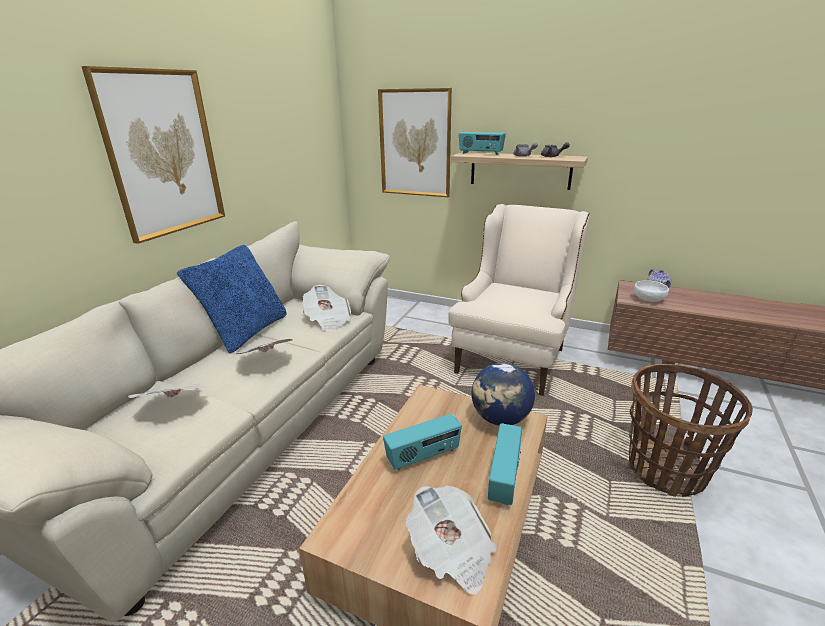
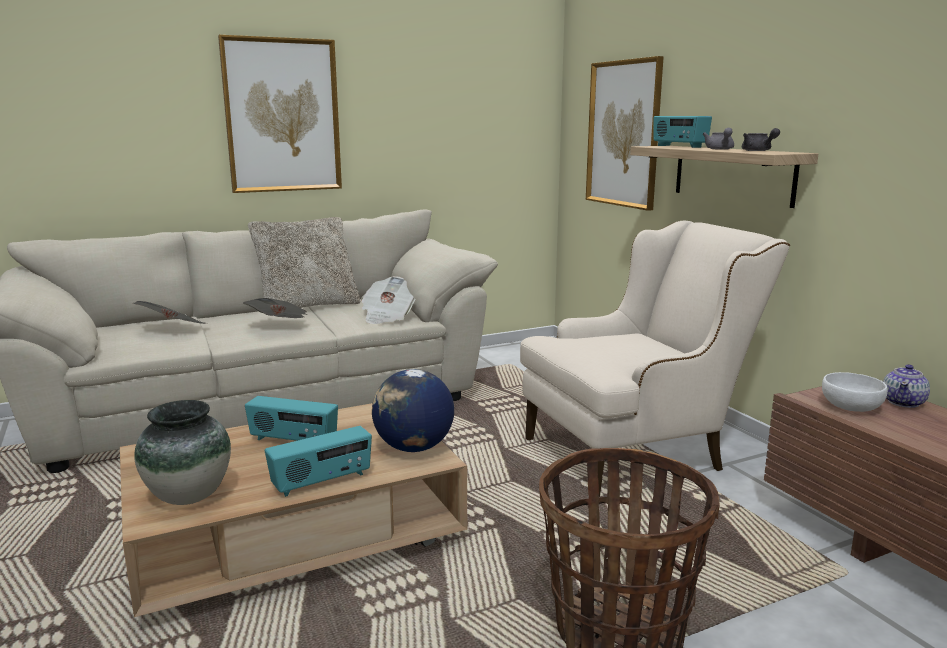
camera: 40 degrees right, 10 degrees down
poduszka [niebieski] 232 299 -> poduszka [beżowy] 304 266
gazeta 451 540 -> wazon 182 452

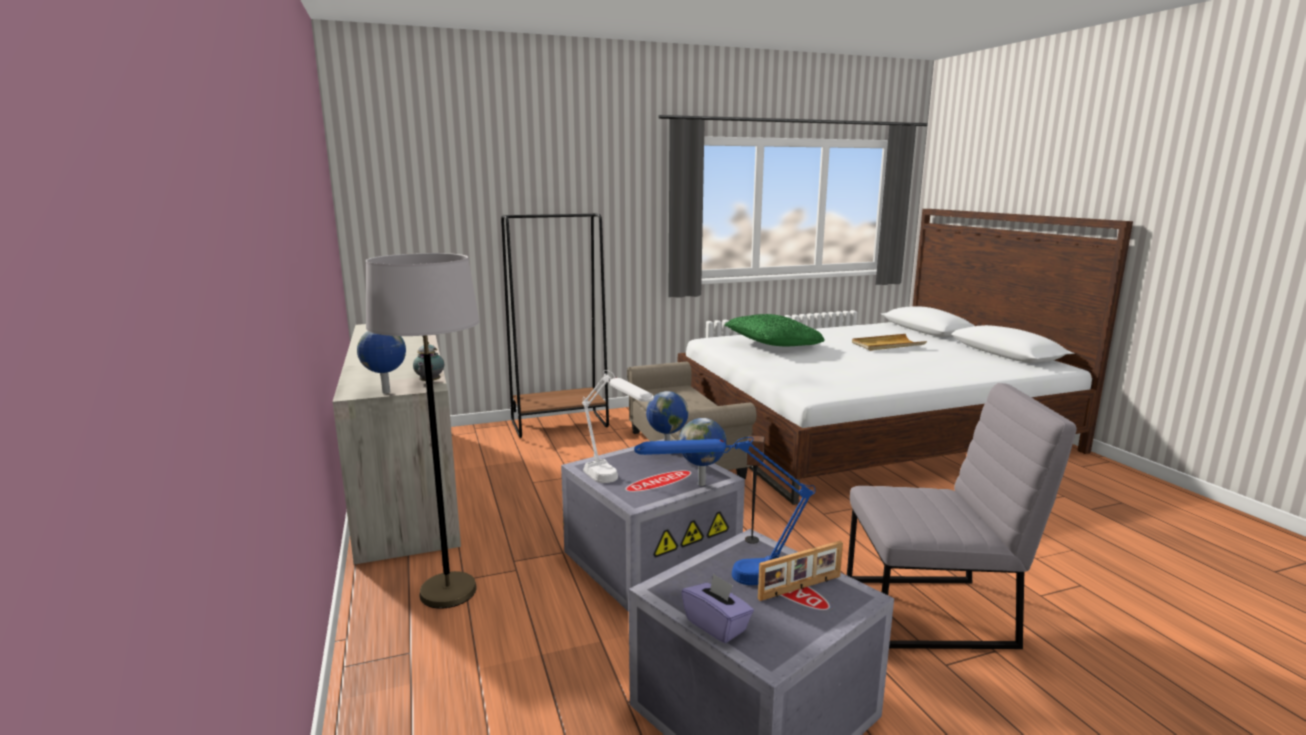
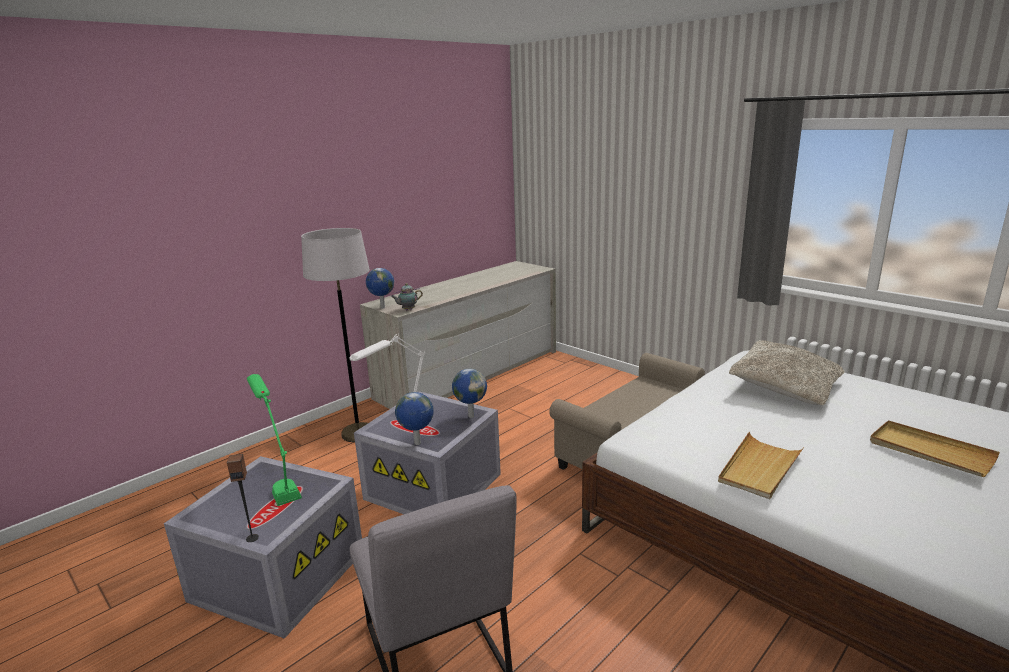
camera: 65 degrees right, 5 degrees up
wieszak 555 325 -> none
lampa stołowa [niebieski] 724 511 -> lampa stołowa [zielony] 274 440
pudełko chusteczek [fioletowy] 717 608 -> none
poduszka [zielony] 774 330 -> poduszka [beżowy] 787 372
głośnik 755 489 -> głośnik 243 498, move
ramka na zdjęcie 800 571 -> none
none -> taca [beżowy] 761 465

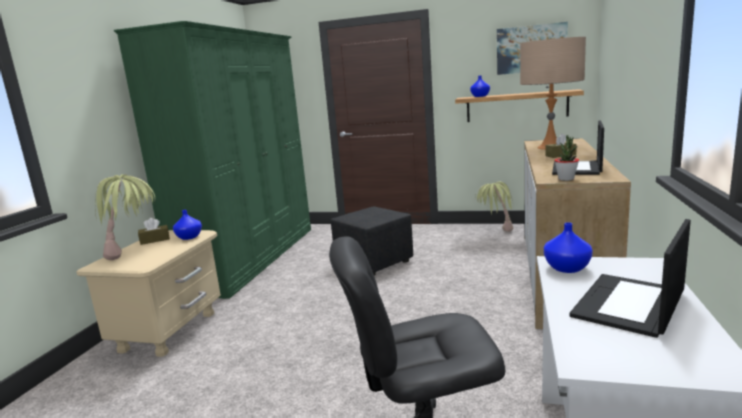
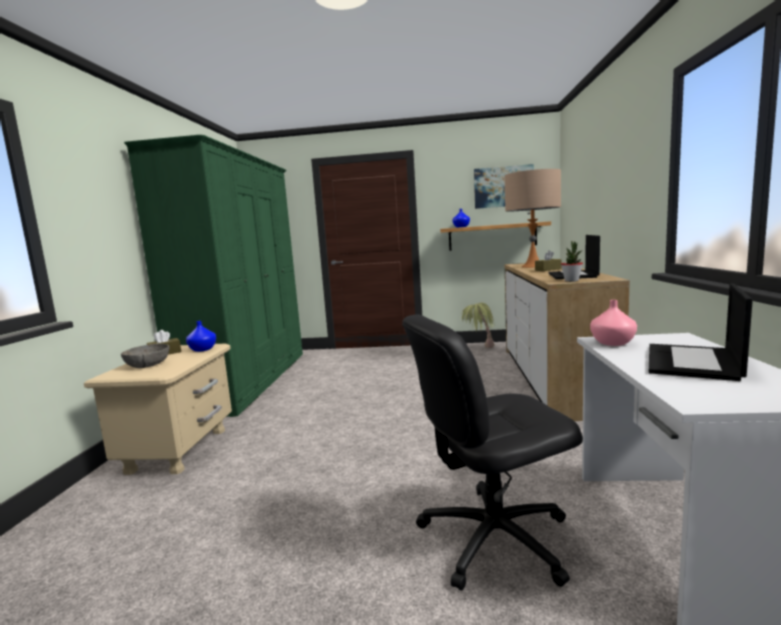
camera: 10 degrees left, 5 degrees down
roślina doniczkowa 125 217 -> miska [szary] 145 356
pufa [czarny] 371 241 -> none
wazon [niebieski] 568 247 -> wazon [różowy] 613 323

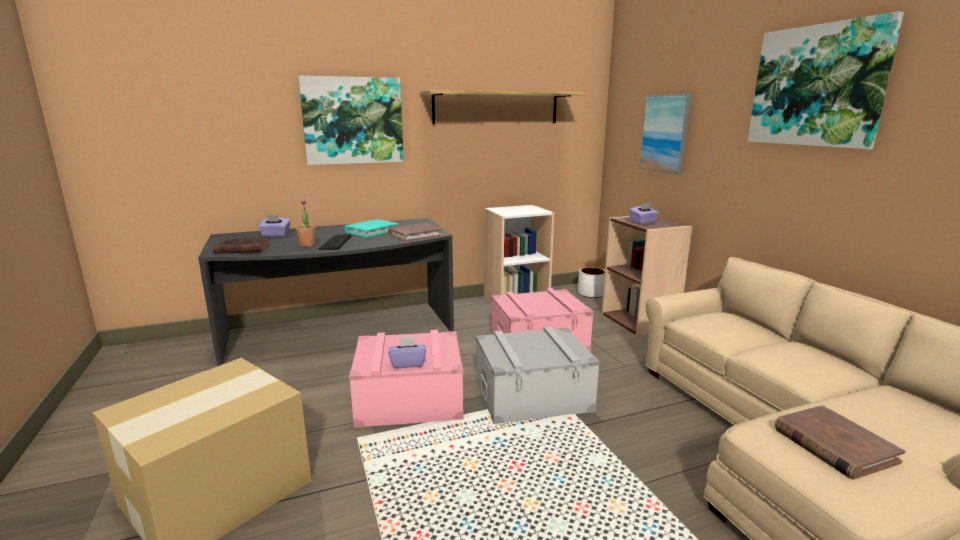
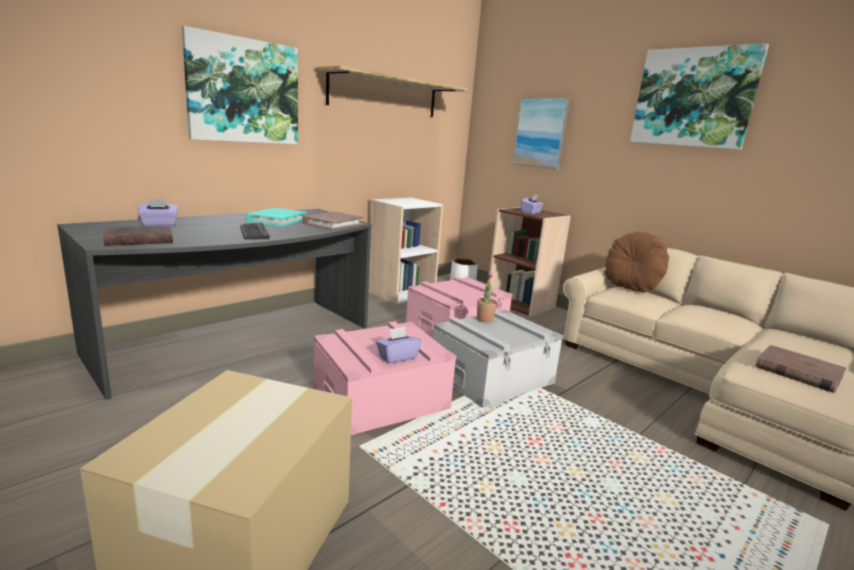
camera: 25 degrees left, 0 degrees up
roślina doniczkowa 306 223 -> roślina doniczkowa 487 297, move
none -> poduszka [brązowy] 636 262

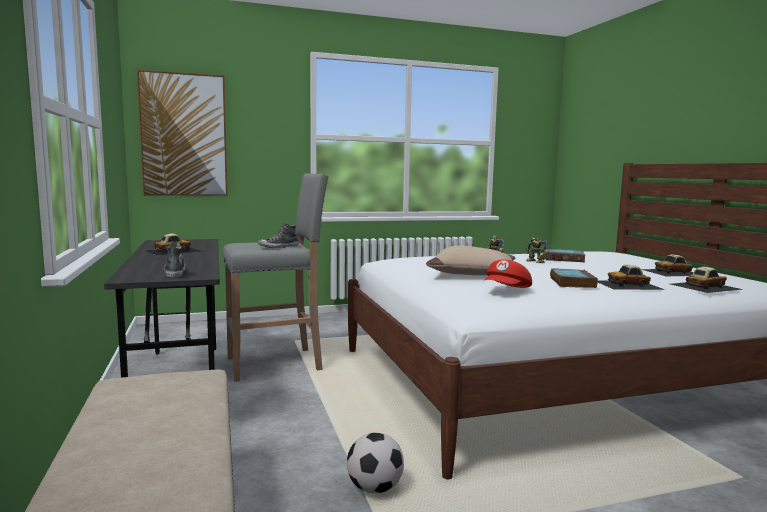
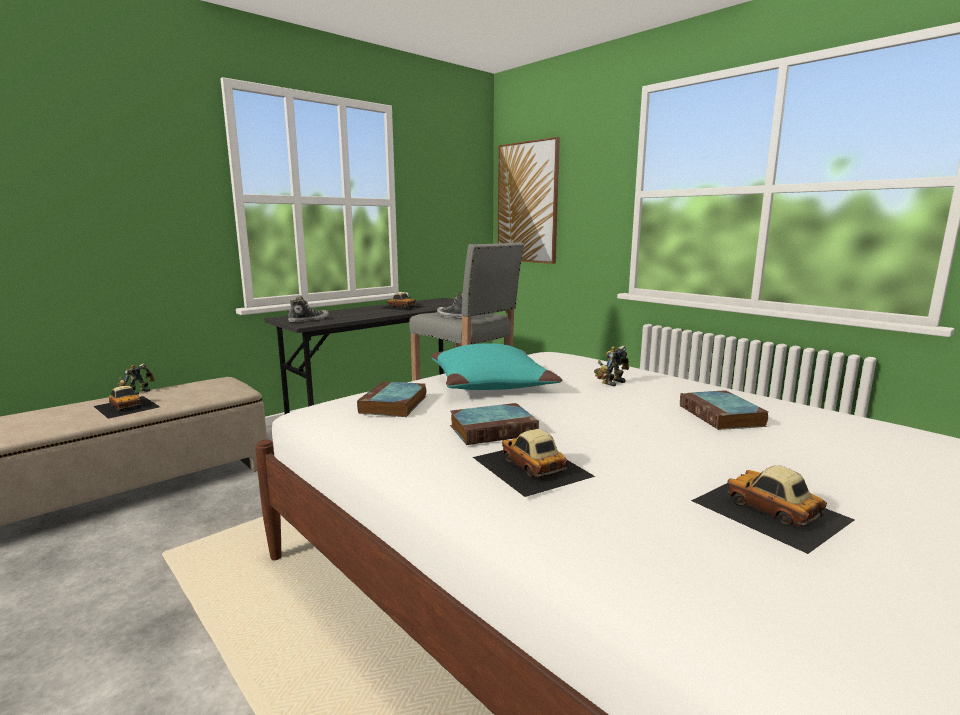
camera: 65 degrees right, 5 degrees up
piłka futbolowa 375 463 -> none
poduszka [beżowy] 471 260 -> poduszka [turkusowy] 496 366
czapka z daszkiem [czerwony] 508 274 -> książka 392 399
robot zabawkowy 537 250 -> robot zabawkowy 136 379, move
samochodzik 706 280 -> samochodzik 126 402, move

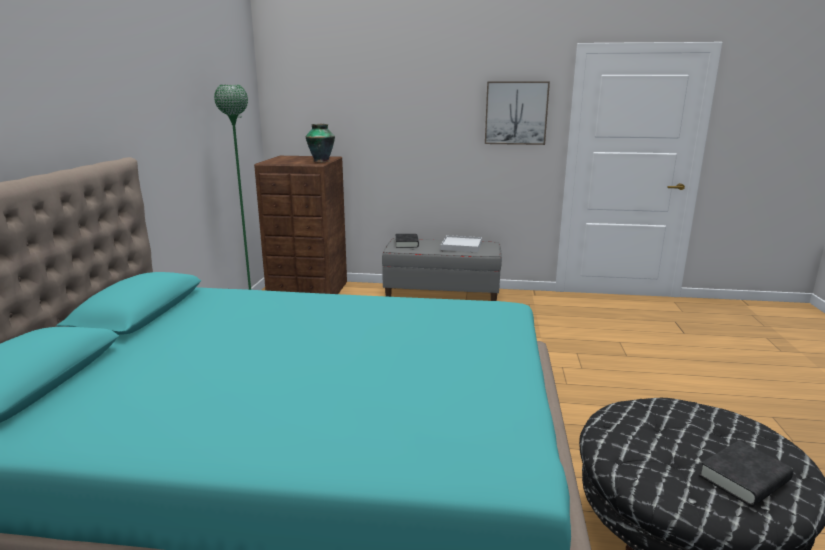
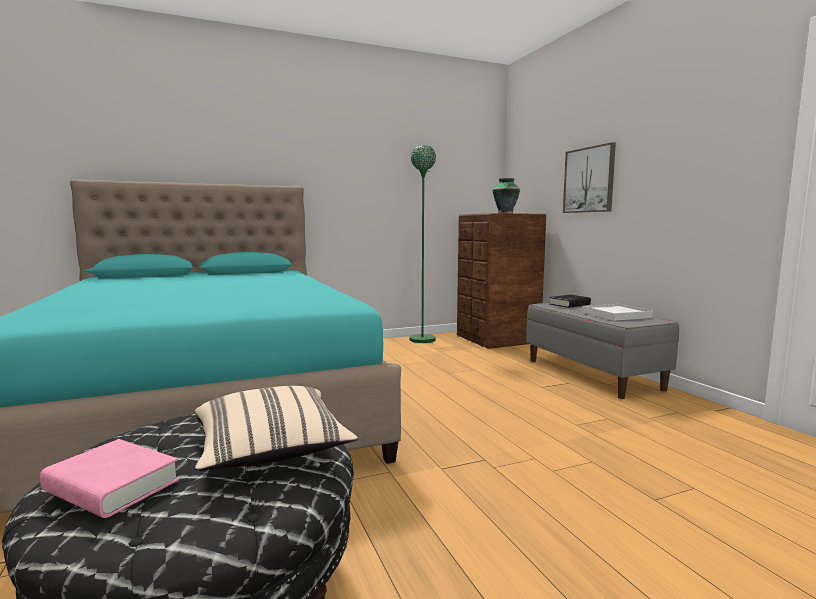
camera: 60 degrees right, 10 degrees down
obraz 517 113 -> obraz 589 177, move
książka [czarny] 746 473 -> książka [różowy] 109 478
none -> poduszka [beżowy] 276 428

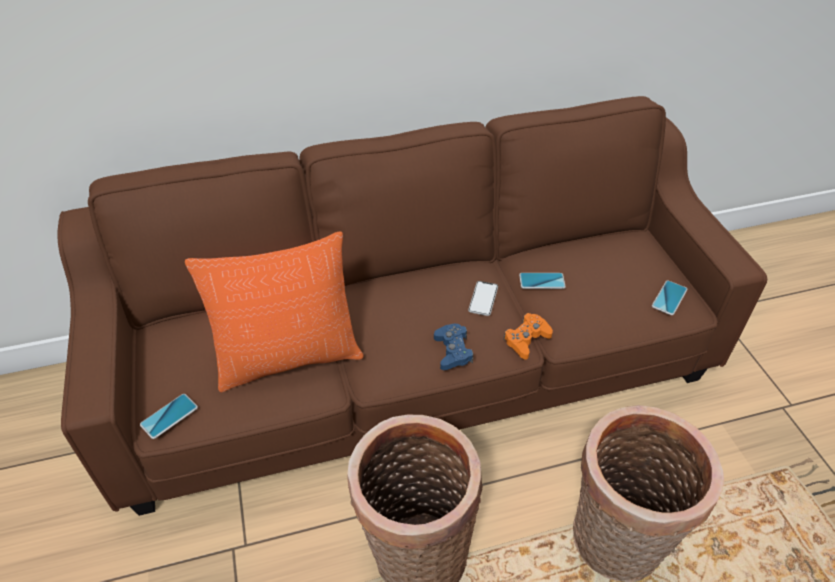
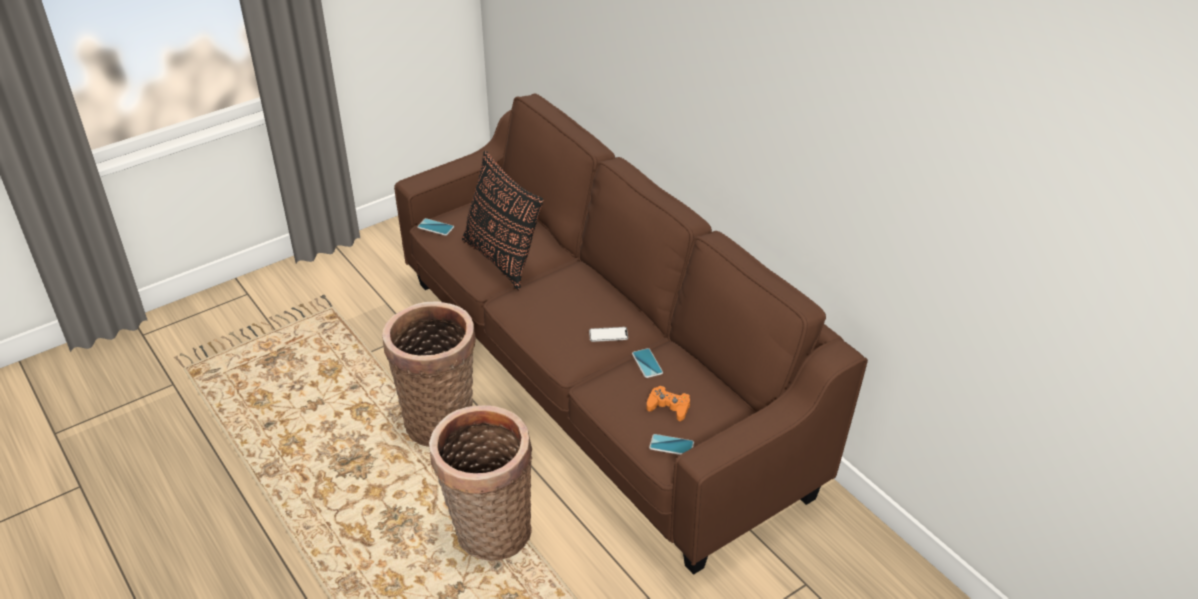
camera: 70 degrees right, 5 degrees down
poduszka [pomarańczowy] 274 312 -> poduszka [czarny] 502 220
pad do gier [niebieski] 453 347 -> none
pad do gier [pomarańczowy] 528 336 -> pad do gier [pomarańczowy] 668 403, move

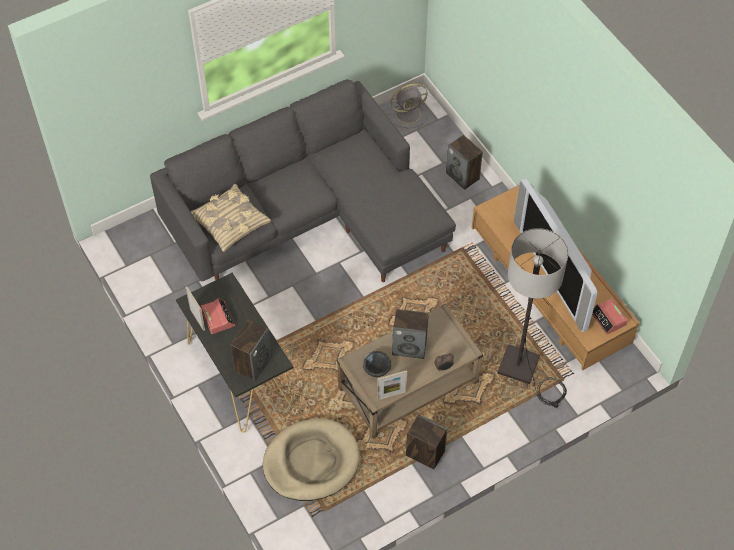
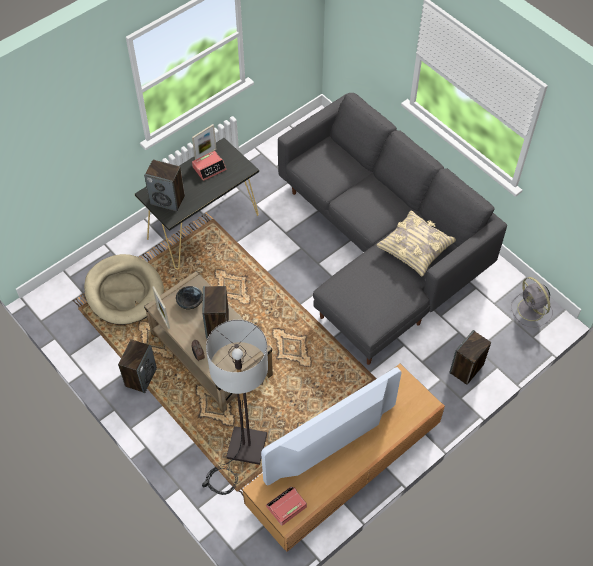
camera: 80 degrees right, 0 degrees up
poduszka [beżowy] 231 218 -> poduszka [beżowy] 416 243, move

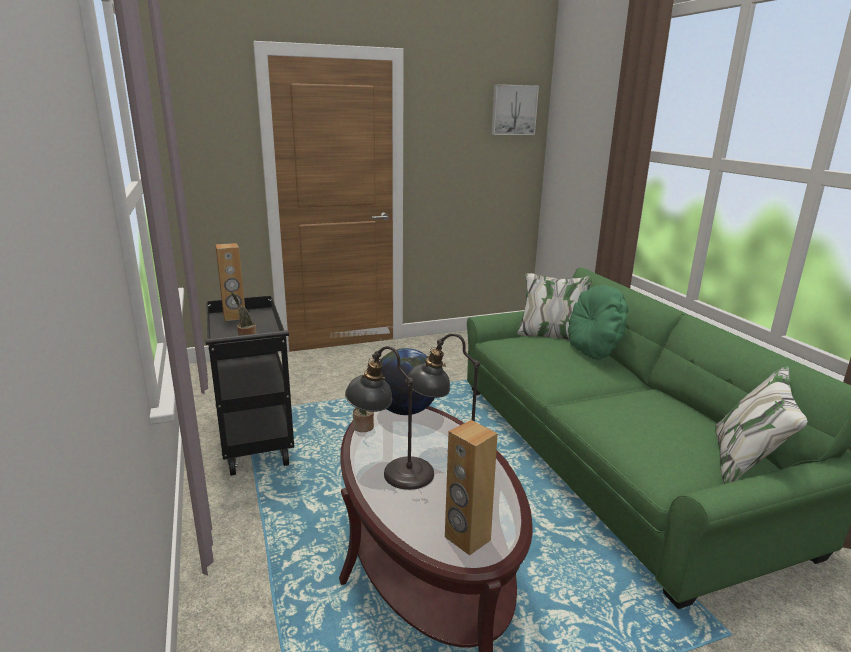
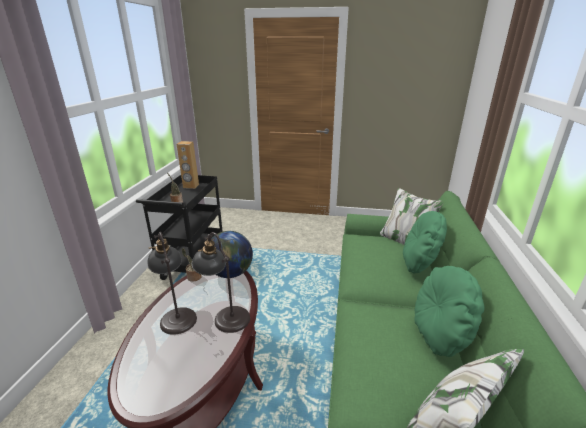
camera: 30 degrees right, 5 degrees up
głośnik [brązowy] 471 488 -> none
obraz 515 109 -> none
none -> poduszka [zielony] 449 311

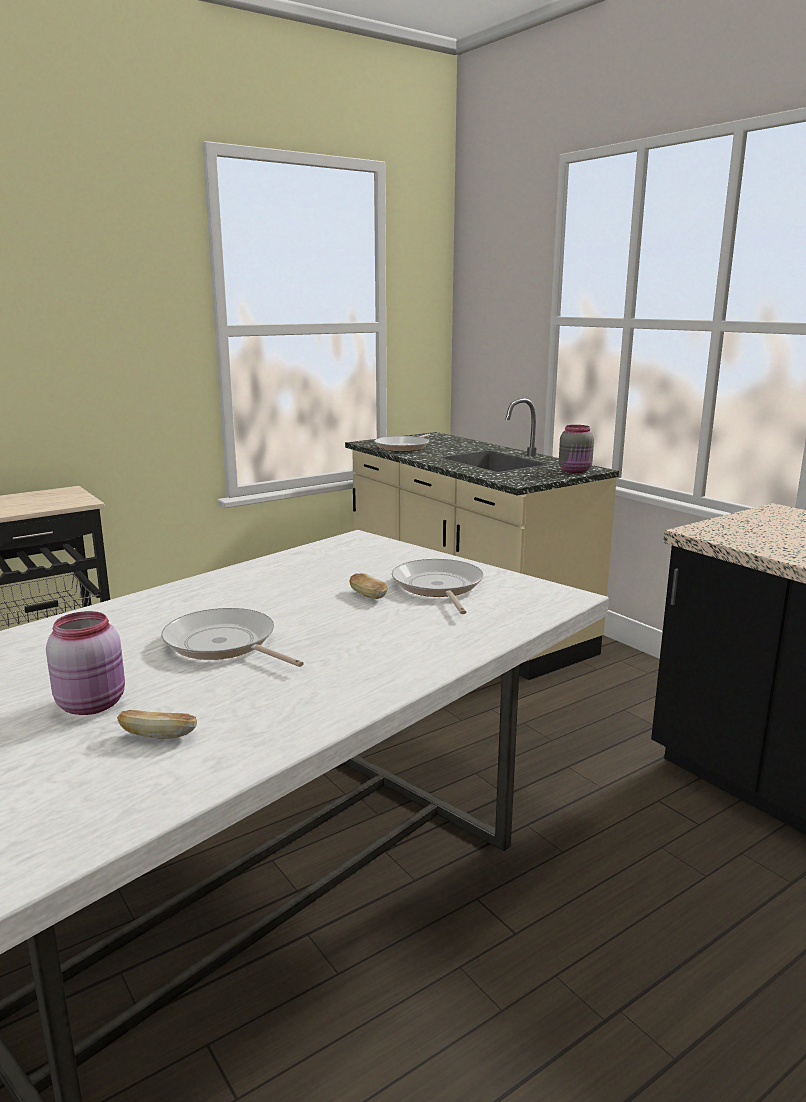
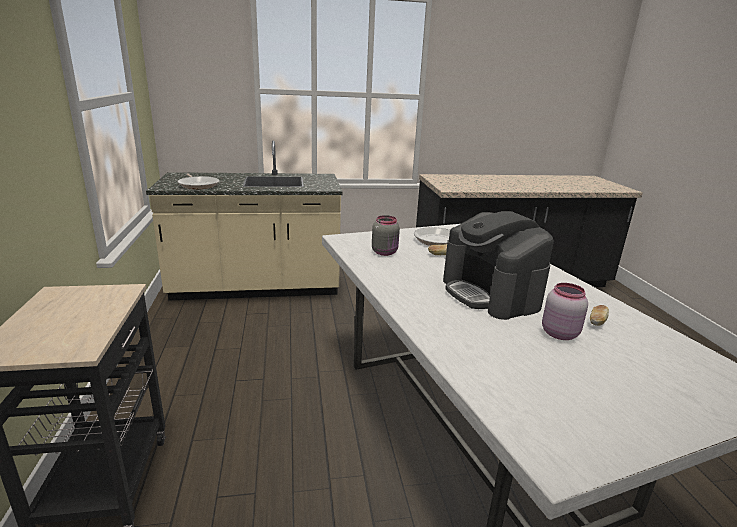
camera: 65 degrees left, 5 degrees up
patelnia 232 637 -> ekspres do kawy 498 265
słoik [szary] 576 449 -> słoik [szary] 386 235, move

